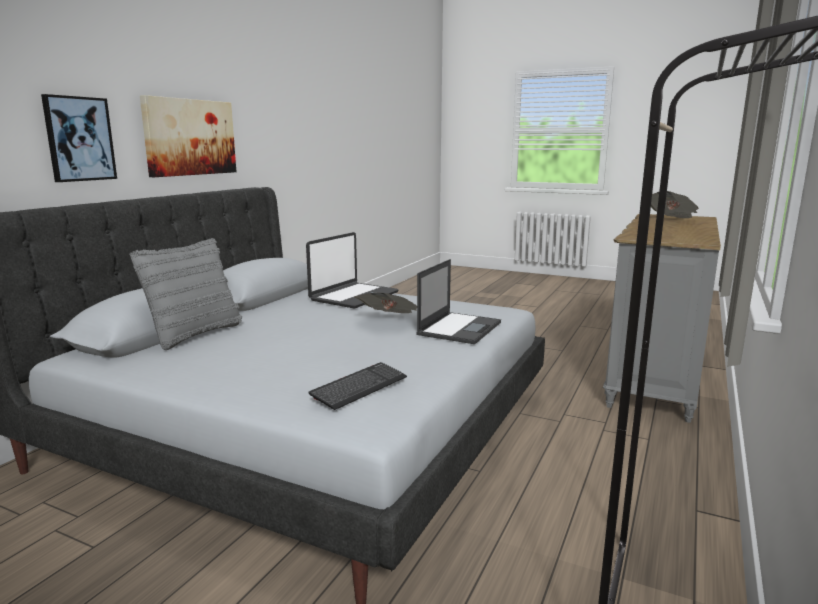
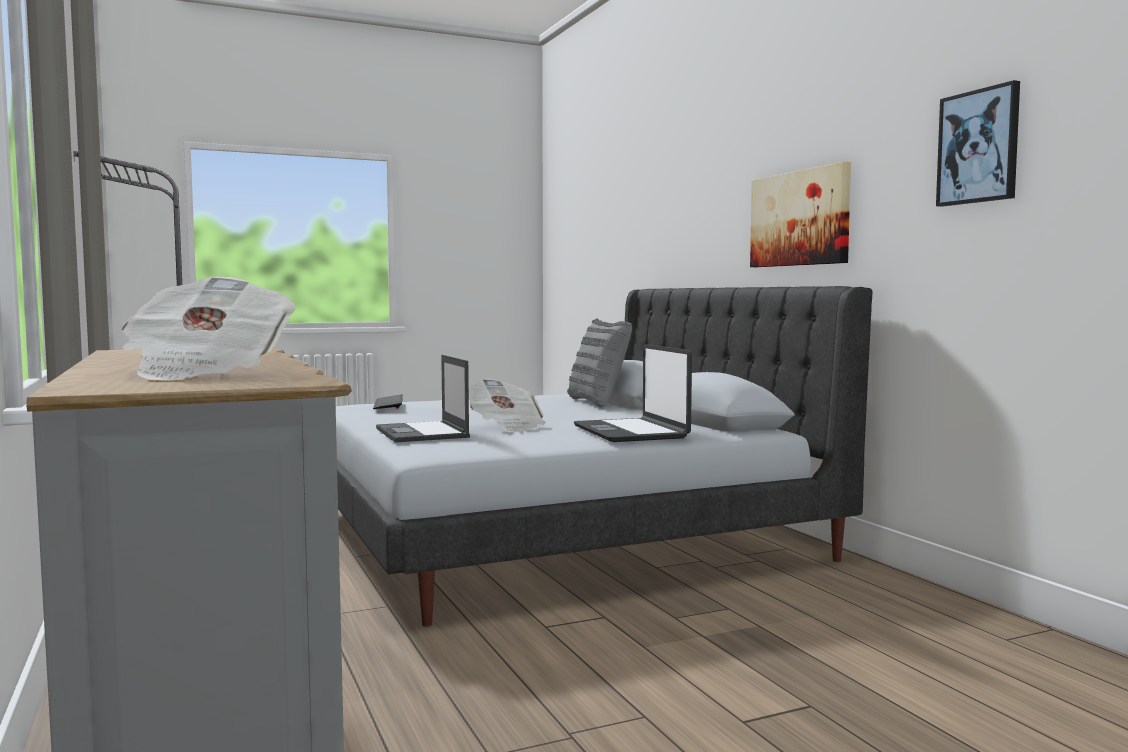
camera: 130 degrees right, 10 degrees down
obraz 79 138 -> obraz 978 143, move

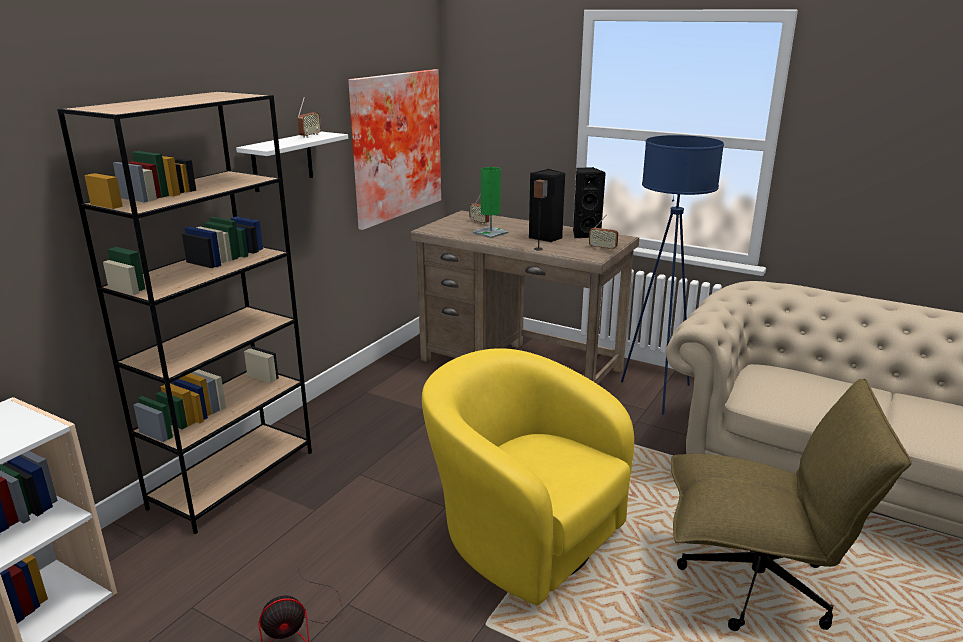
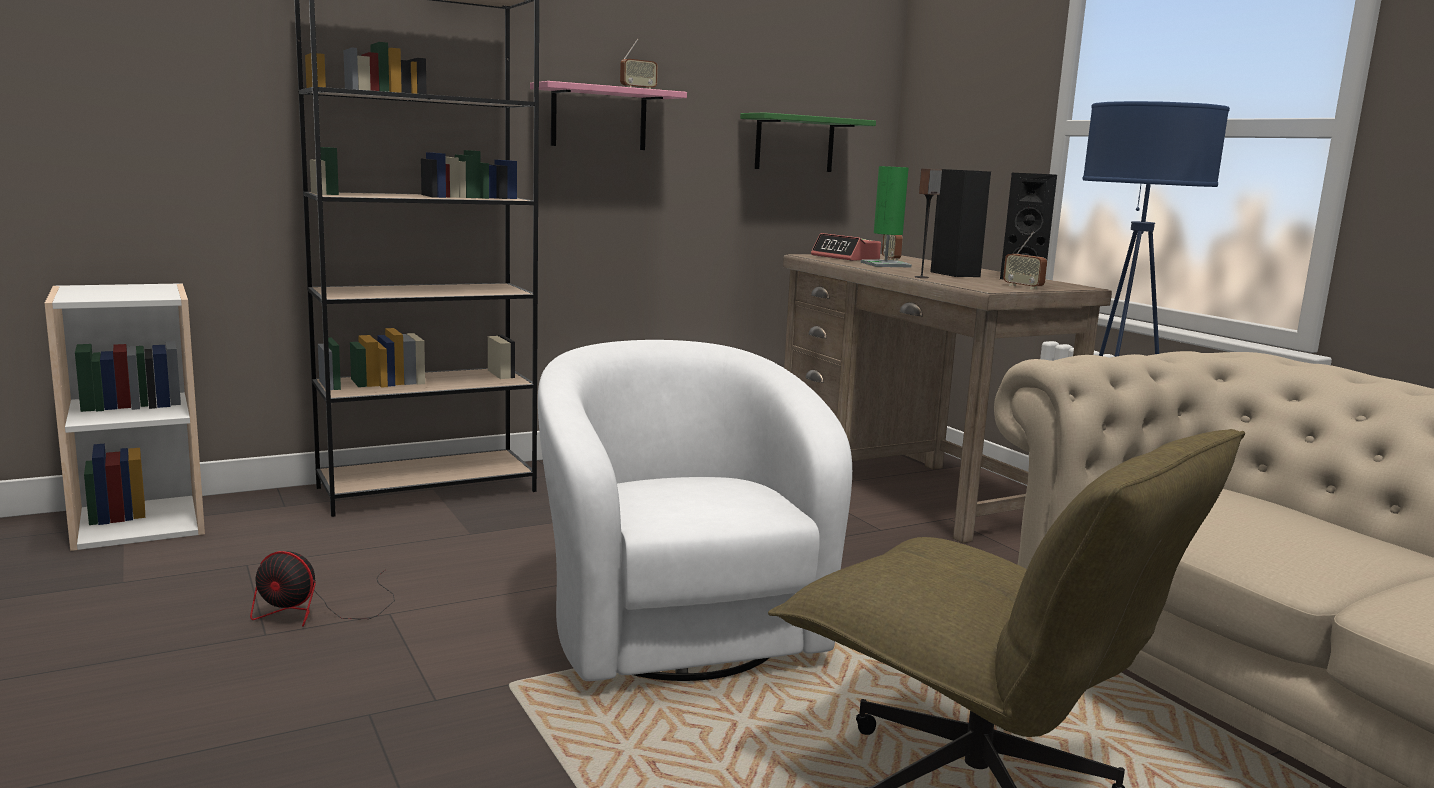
camera: 30 degrees right, 10 degrees down
półka [biały] 292 161 -> półka [różowy] 608 115
obraz 394 149 -> półka [zielony] 808 142
fotel [żółty] 528 476 -> fotel [biały] 695 510
none -> budzik 846 247

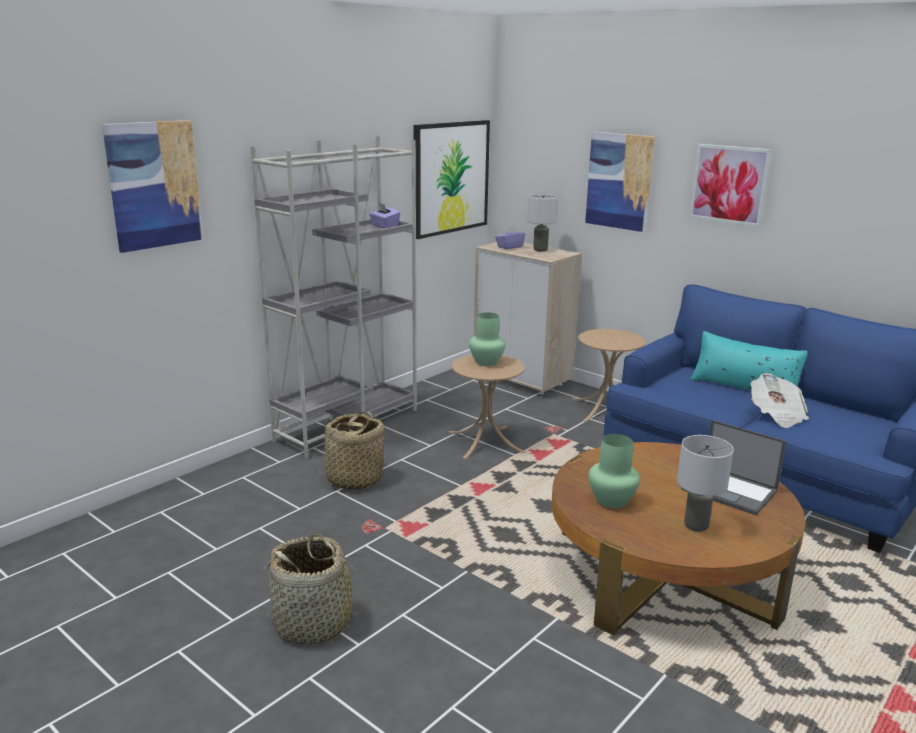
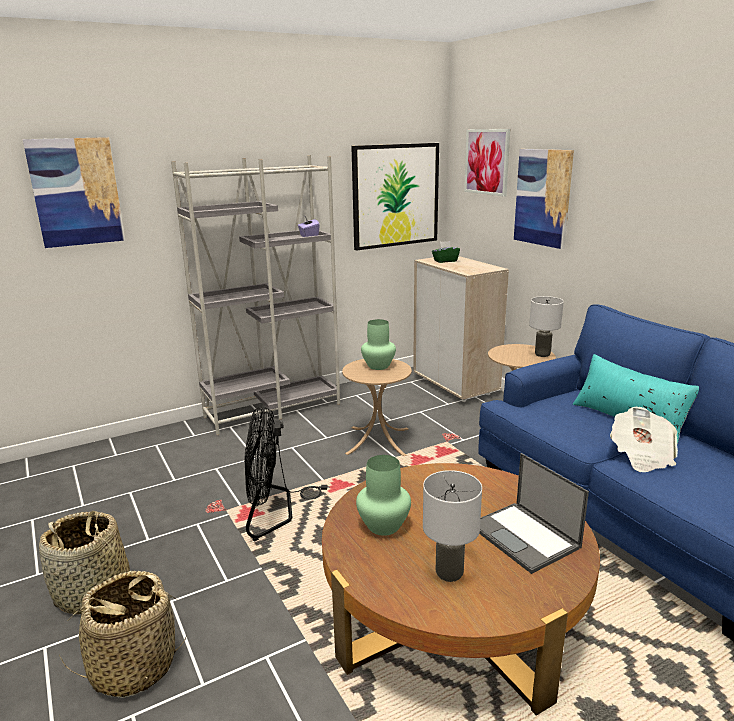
camera: 20 degrees right, 0 degrees up
koszyk 349 450 -> koszyk 122 634, move
pudełko chusteczek [fioletowy] 510 237 -> pudełko chusteczek [zielony] 446 252
lampa stołowa [biały] 543 223 -> lampa stołowa [biały] 546 326, move
obraz 730 185 -> obraz 487 163, move
none -> wentylator [czarny] 286 474

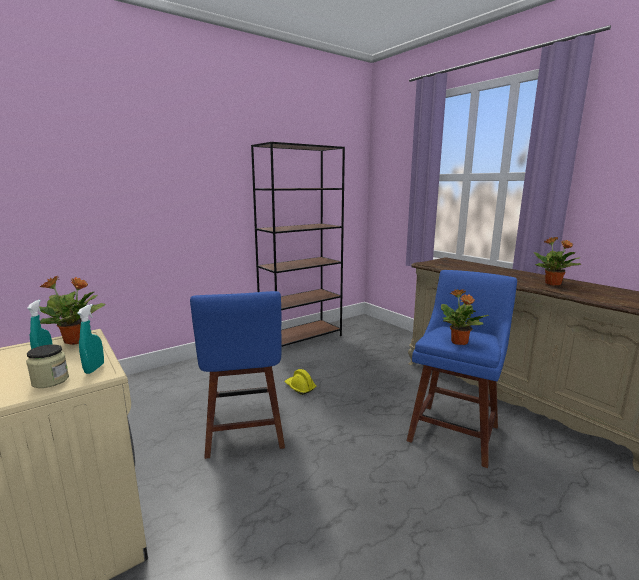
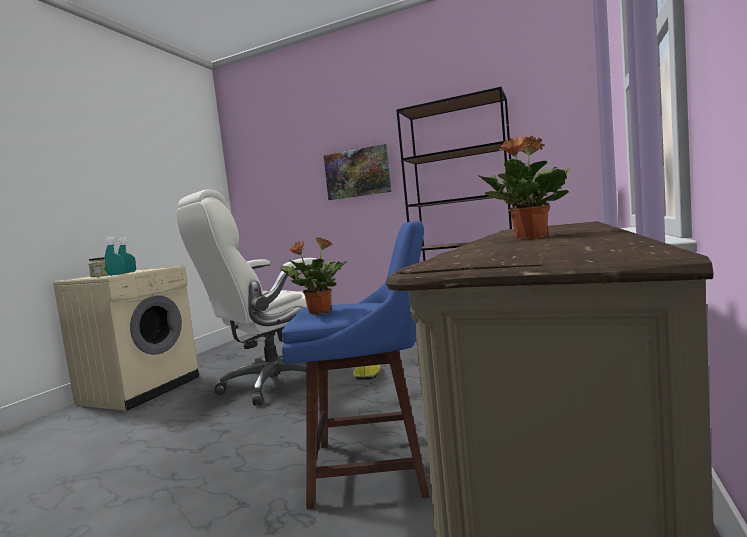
camera: 60 degrees right, 10 degrees down
roślina doniczkowa 72 310 -> none
stołek [niebieski] 237 375 -> krzesło biurowe [biały] 246 297
none -> obraz 357 172

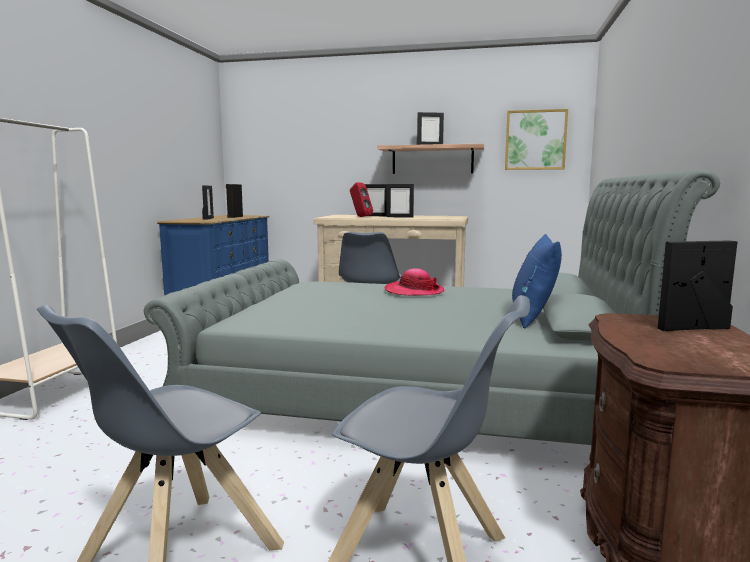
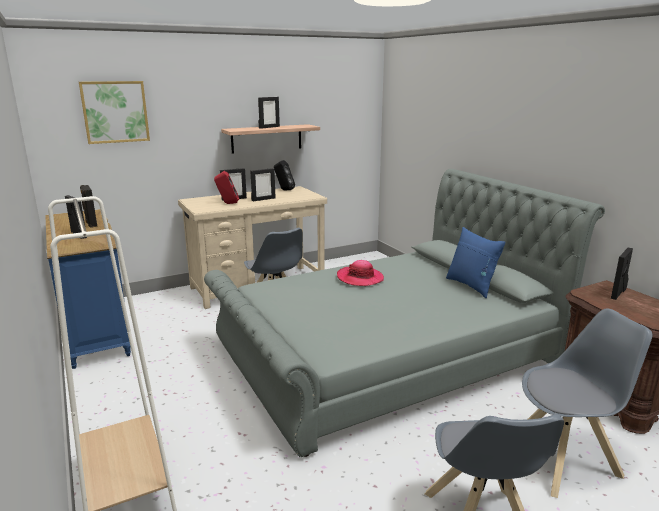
camera: 40 degrees left, 10 degrees up
obraz 536 139 -> obraz 114 112, move
none -> głośnik [czarny] 284 175

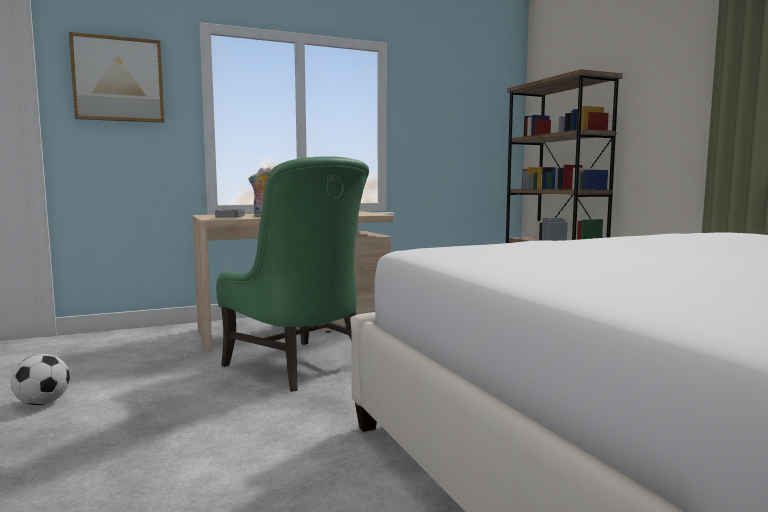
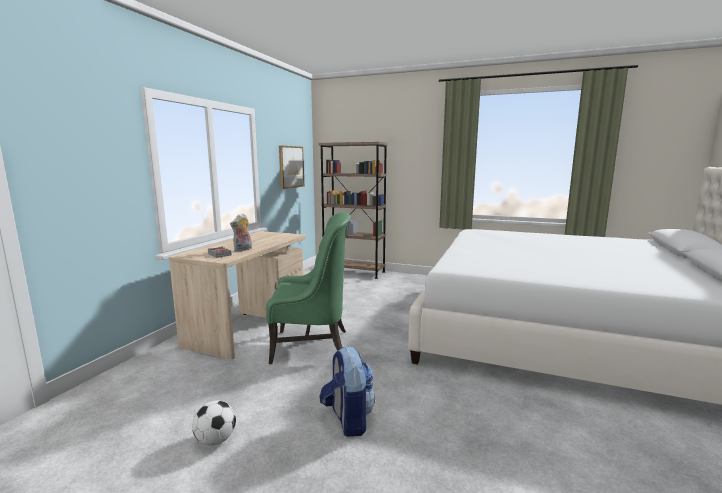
camera: 45 degrees left, 5 degrees up
obraz 116 77 -> obraz 291 167, move
none -> plecak 347 392

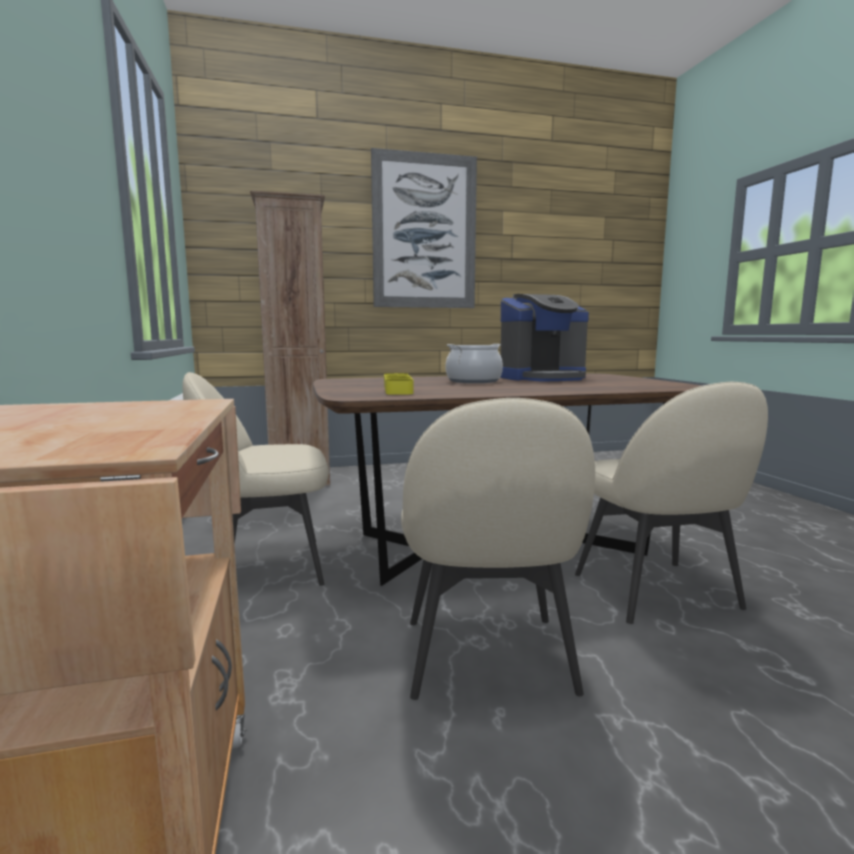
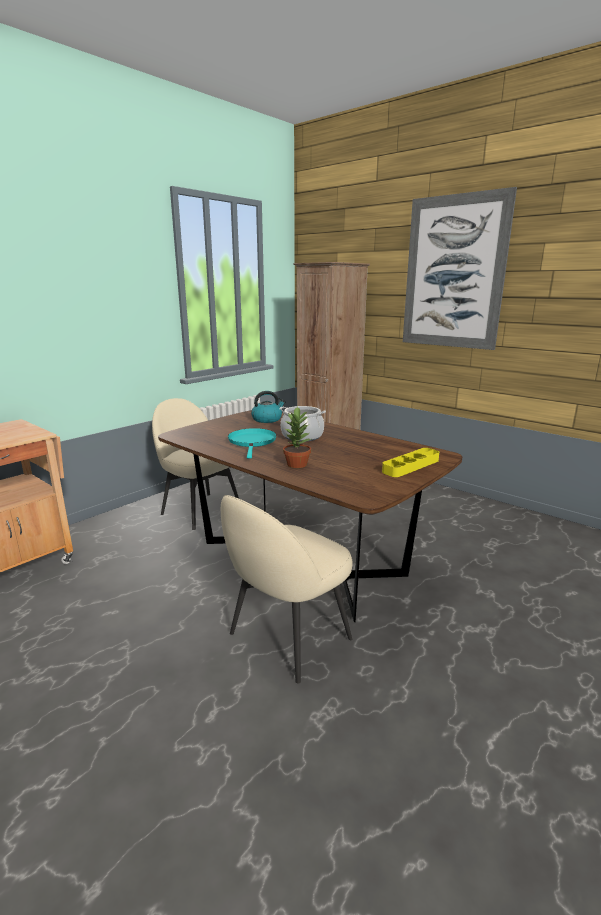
camera: 55 degrees right, 10 degrees up
taca [żółty] 399 384 -> taca [żółty] 410 462, move
krzesło [beżowy] 498 549 -> none
ekspres do kawy 544 338 -> none
none -> patelnia [turkusowy] 252 443
none -> czajnik 268 407
none -> roślina doniczkowa 297 437

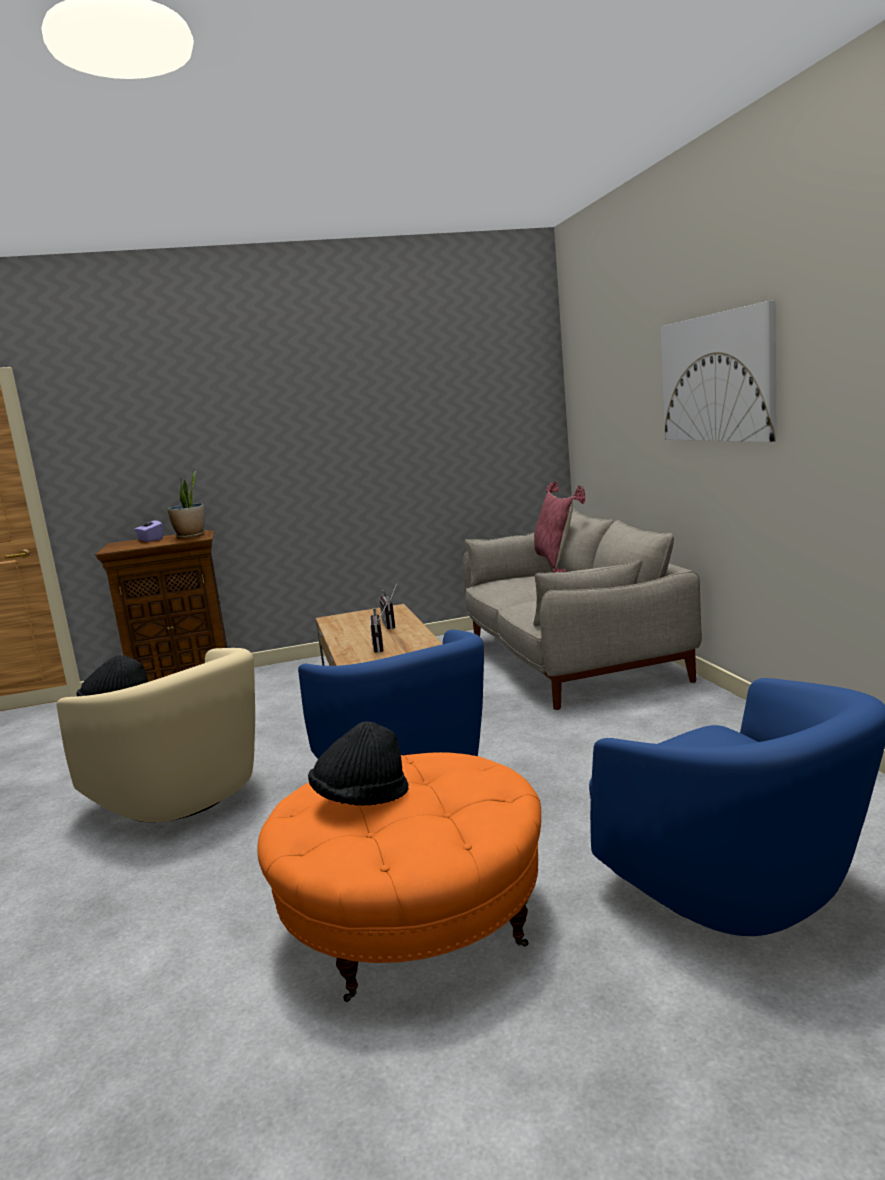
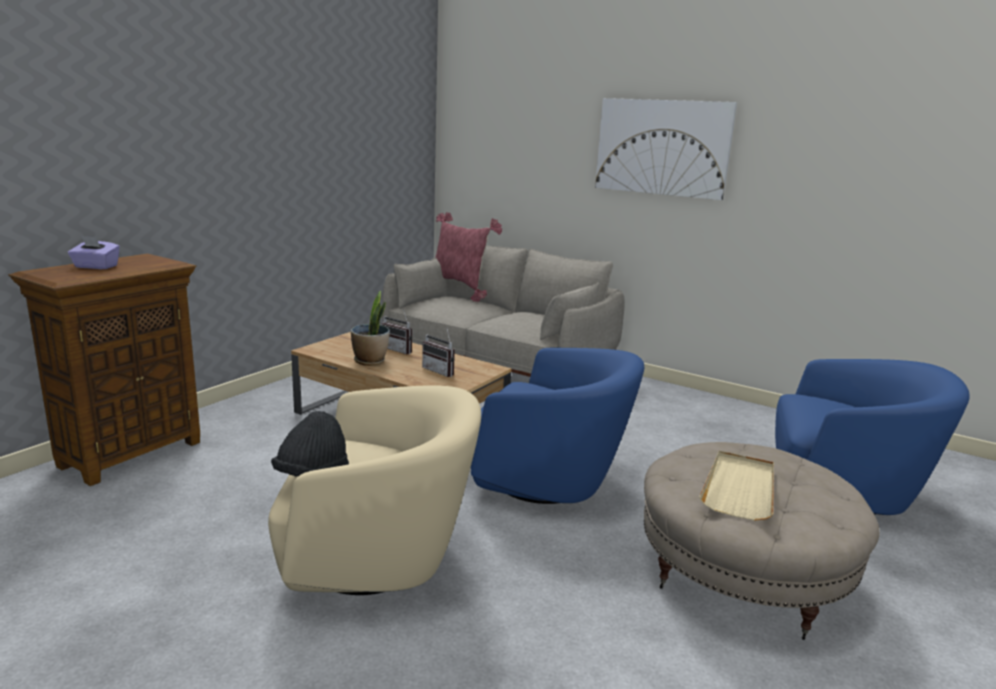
camera: 45 degrees left, 5 degrees up
roślina doniczkowa 186 505 -> roślina doniczkowa 370 328, move
pufa [pomarańczowy] 399 877 -> pufa [beżowy] 762 541
kapelusz [czarny] 358 763 -> taca [beżowy] 736 486

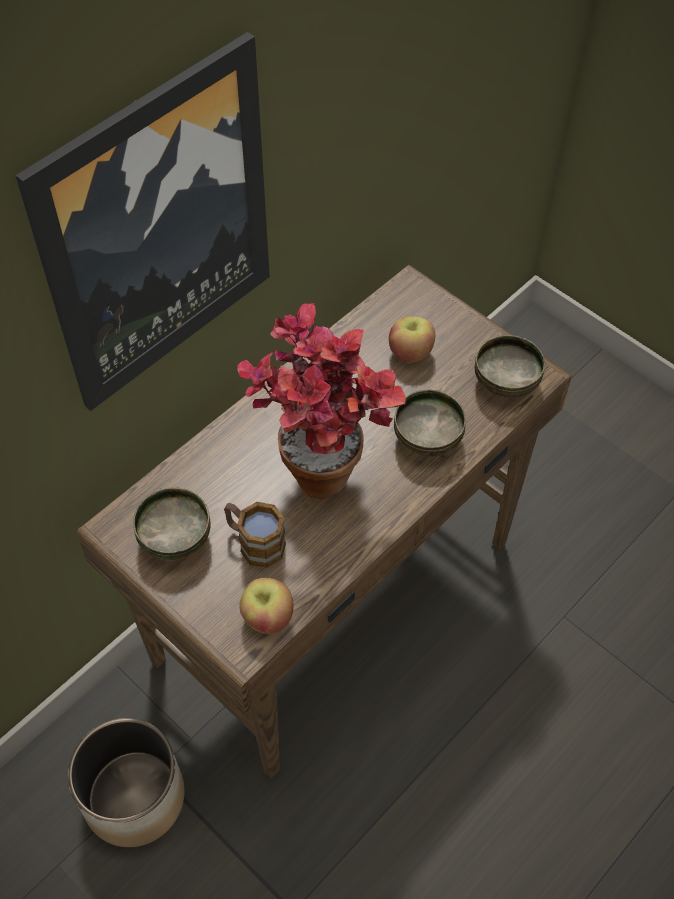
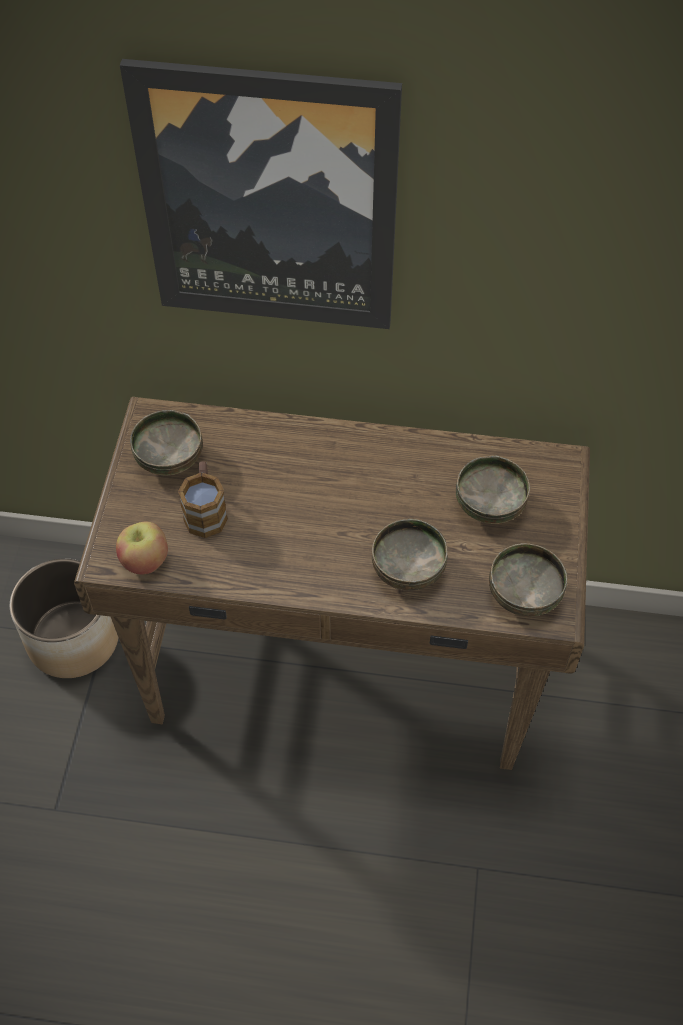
camera: 55 degrees right, 0 degrees up
roślina doniczkowa 321 401 -> none
jabłko 412 339 -> miska 493 489

